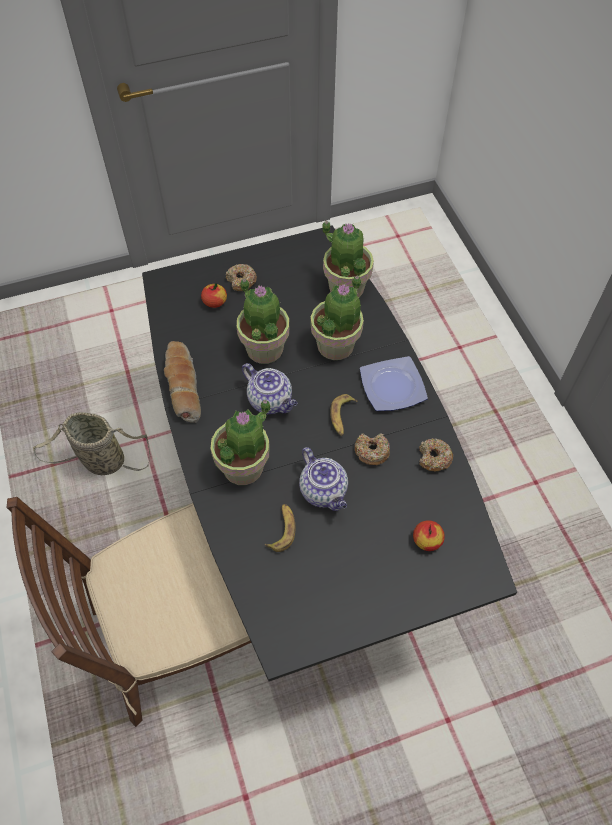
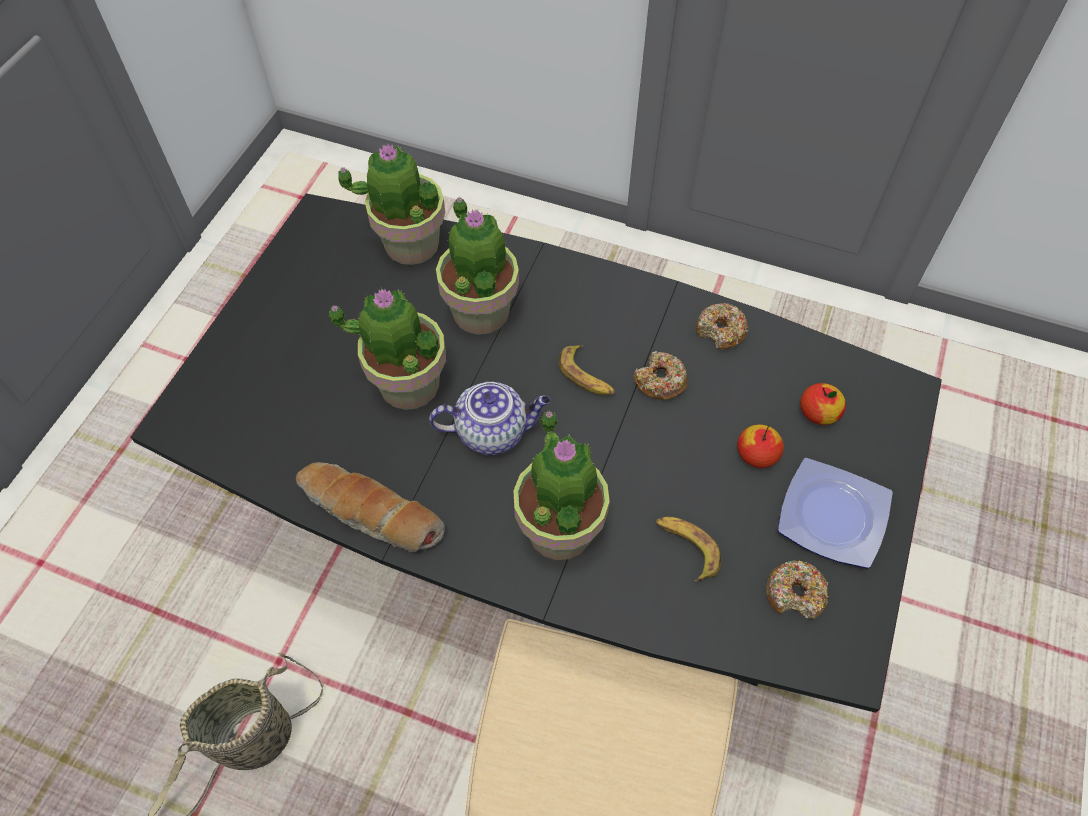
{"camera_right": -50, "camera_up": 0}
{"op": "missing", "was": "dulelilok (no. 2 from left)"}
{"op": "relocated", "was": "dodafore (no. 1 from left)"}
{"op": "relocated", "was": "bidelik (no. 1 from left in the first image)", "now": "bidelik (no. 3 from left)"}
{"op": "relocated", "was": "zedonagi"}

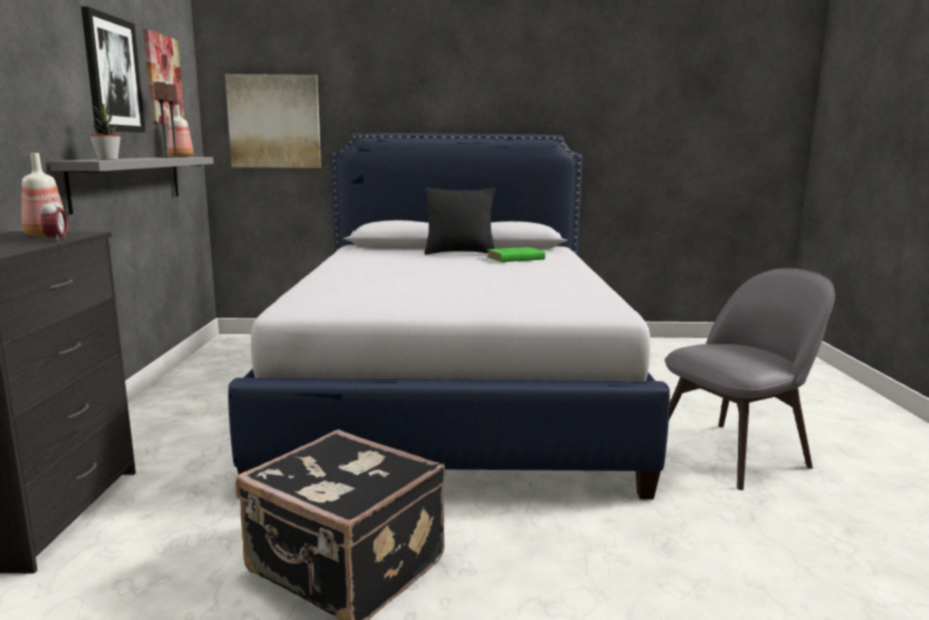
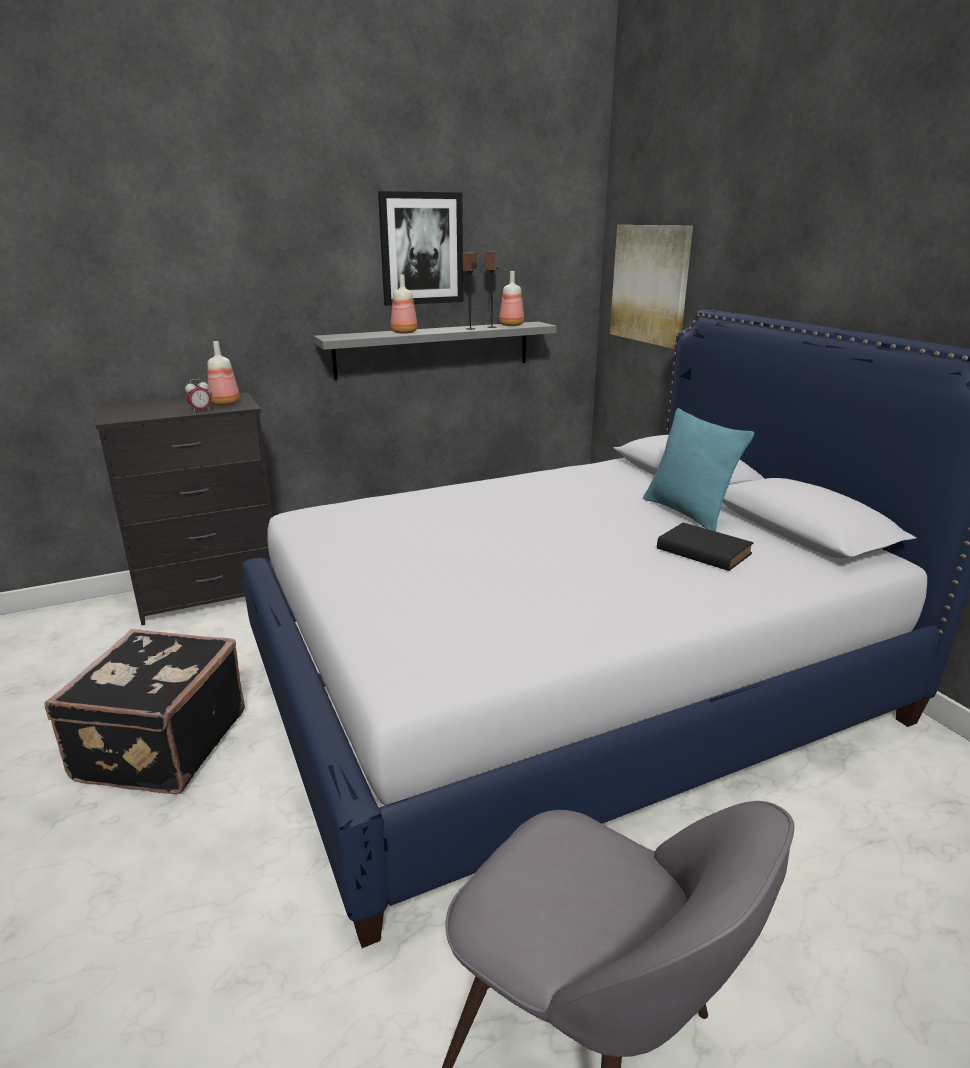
{"camera_right": 65, "camera_up": 10}
{"op": "missing", "was": "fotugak"}
{"op": "missing", "was": "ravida (no. 2 from left)"}
{"op": "appeared", "now": "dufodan (no. 2 from left)"}
{"op": "colour", "was": "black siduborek", "now": "turquoise siduborek"}
{"op": "colour", "was": "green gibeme", "now": "black gibeme"}

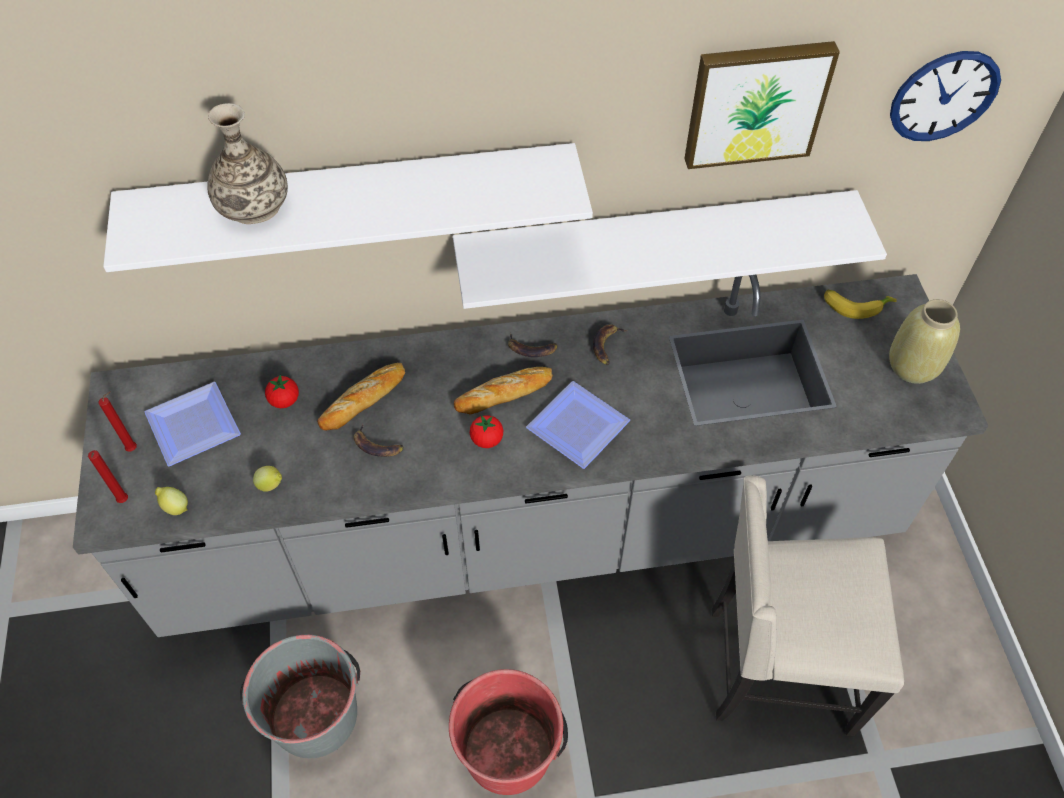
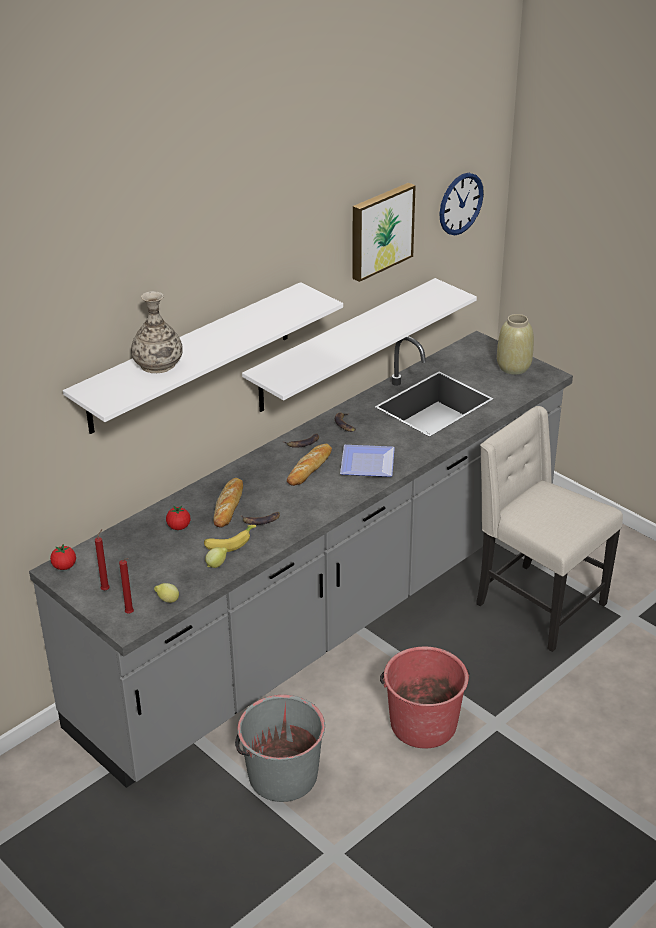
{"camera_right": -35, "camera_up": -20}
{"op": "missing", "was": "zedonagi (no. 1 from left)"}
{"op": "relocated", "was": "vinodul (no. 2 from left in the first image)", "now": "vinodul (no. 1 from left)"}
{"op": "relocated", "was": "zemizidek (no. 4 from left in the first image)", "now": "zemizidek (no. 1 from left)"}
{"op": "spun", "was": "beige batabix", "clockwise": 75}

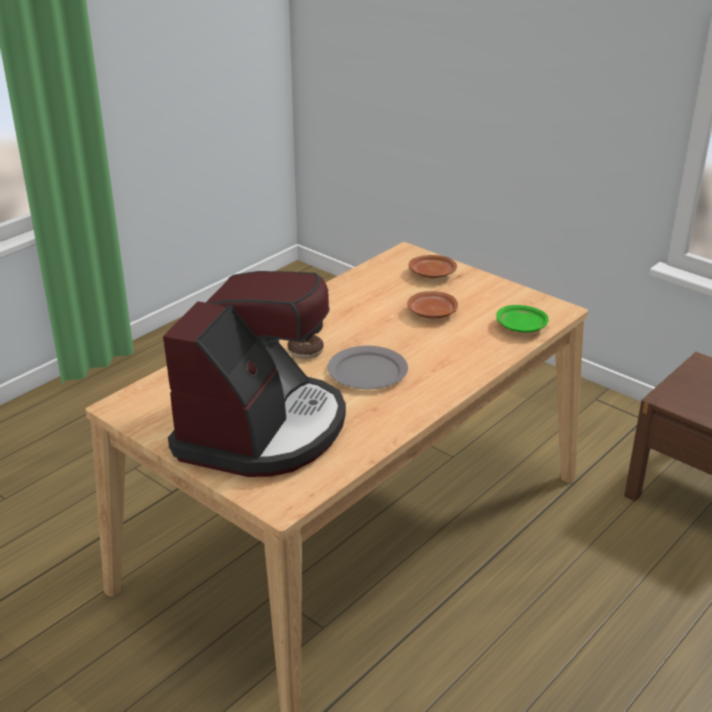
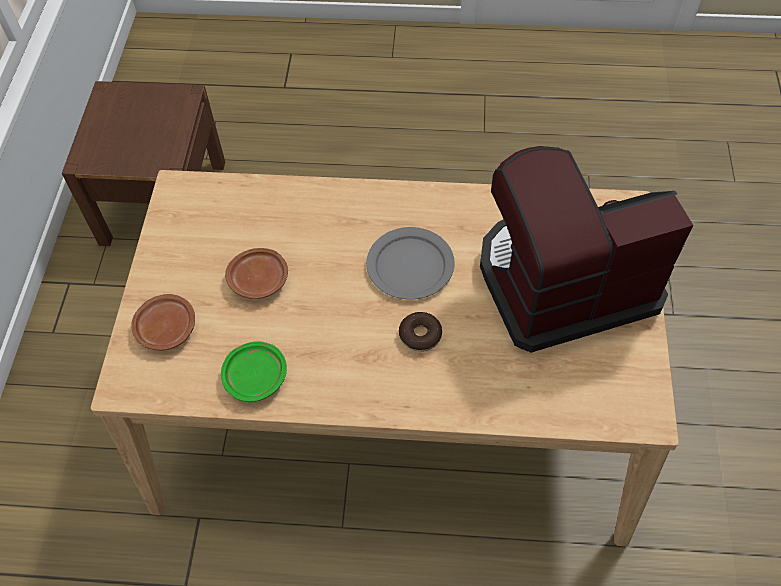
{"camera_right": -125, "camera_up": 25}
{"op": "relocated", "was": "green zedonagi"}

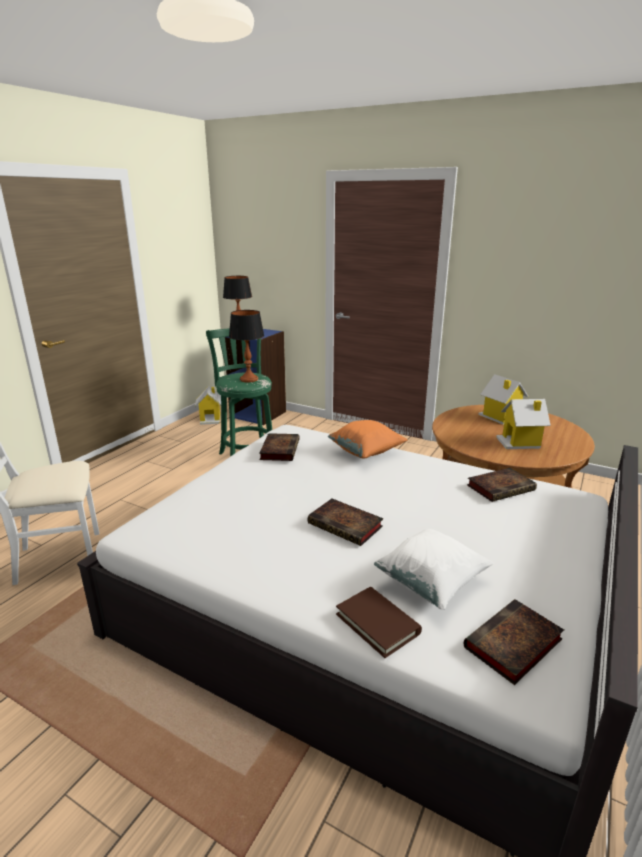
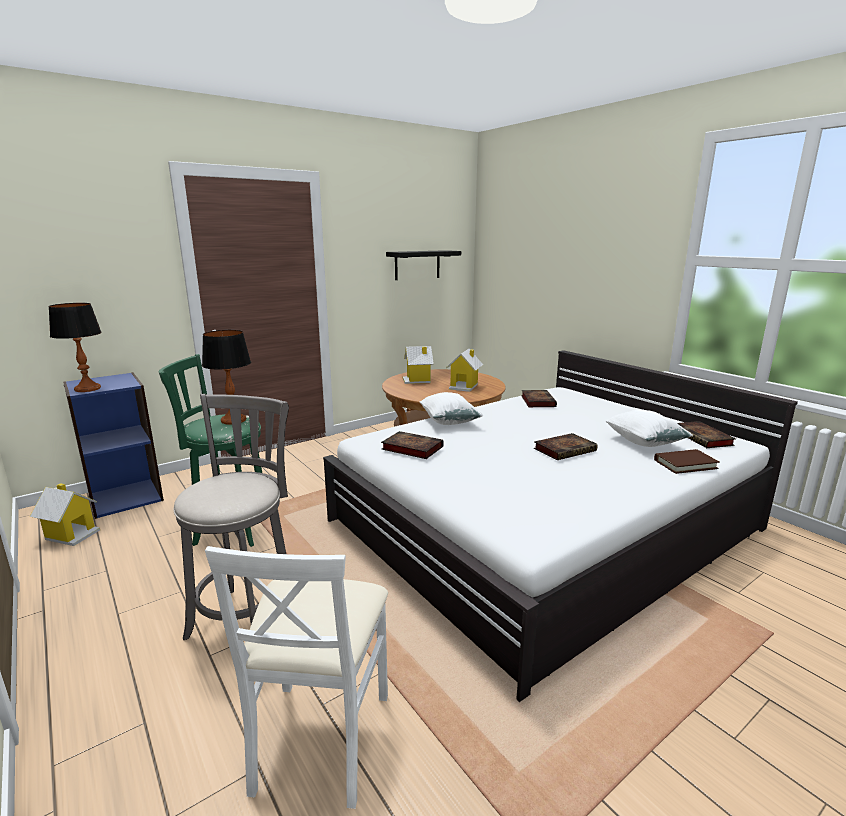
{"camera_right": -65, "camera_up": -5}
{"op": "appeared", "now": "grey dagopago"}
{"op": "appeared", "now": "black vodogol"}
{"op": "colour", "was": "orange siduborek", "now": "white siduborek (no. 1 from left)"}

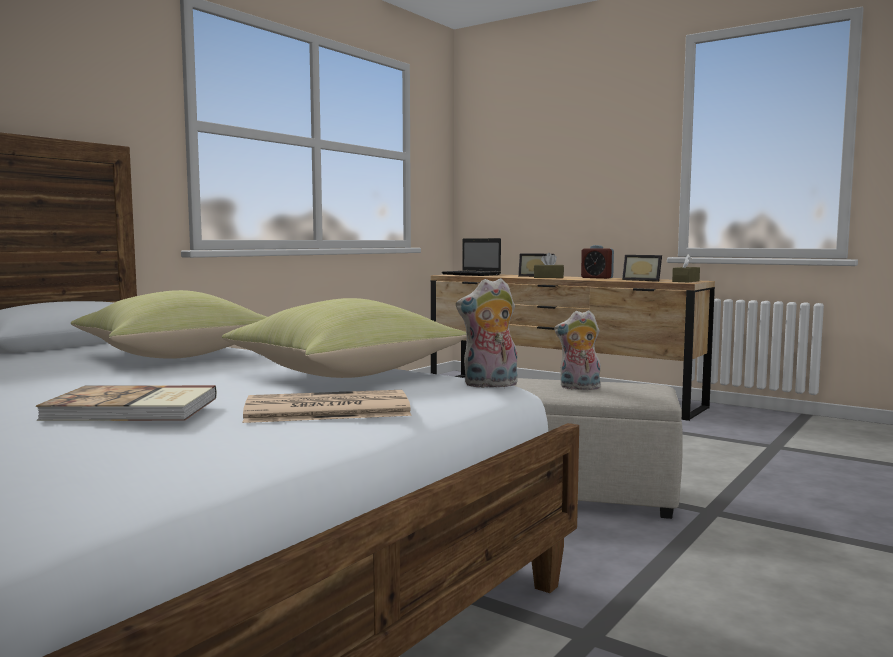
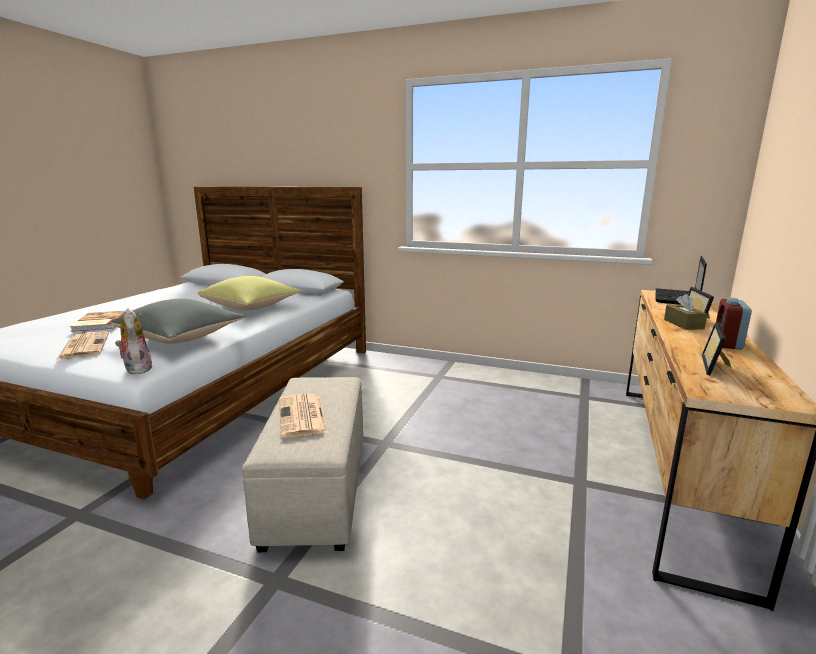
{"camera_right": 75, "camera_up": 10}
{"op": "missing", "was": "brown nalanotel (no. 2 from left)"}
{"op": "exchanged", "was": "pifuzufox (no. 2 from left)", "now": "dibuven (no. 2 from left)"}
{"op": "colour", "was": "yellow siduborek (no. 2 from left)", "now": "grey siduborek"}

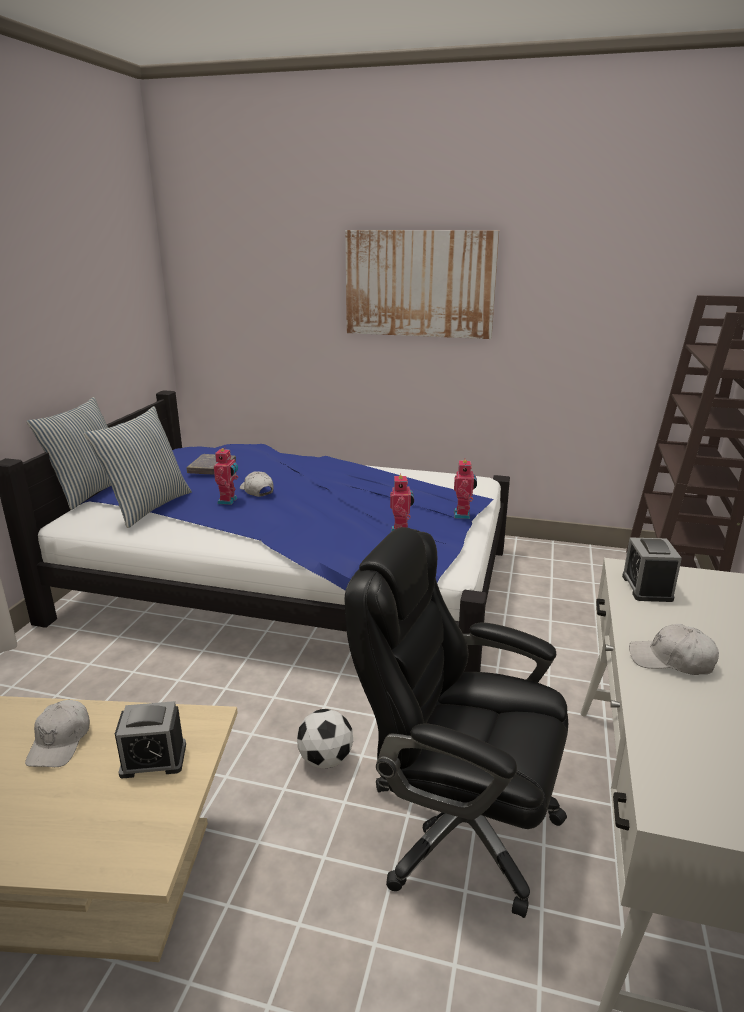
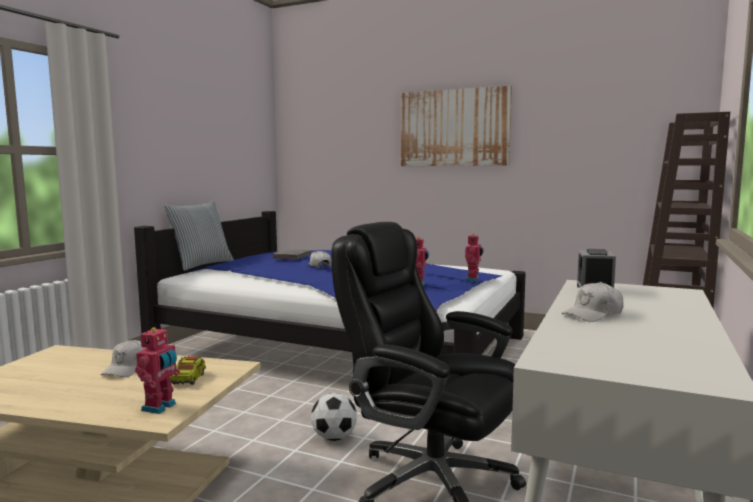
{"camera_right": 10, "camera_up": -15}
{"op": "missing", "was": "siduborek (no. 2 from left)"}
{"op": "relocated", "was": "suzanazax (no. 1 from left)"}
{"op": "exchanged", "was": "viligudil (no. 1 from left)", "now": "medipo"}
{"op": "spun", "was": "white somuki (no. 3 from left)", "clockwise": -60}

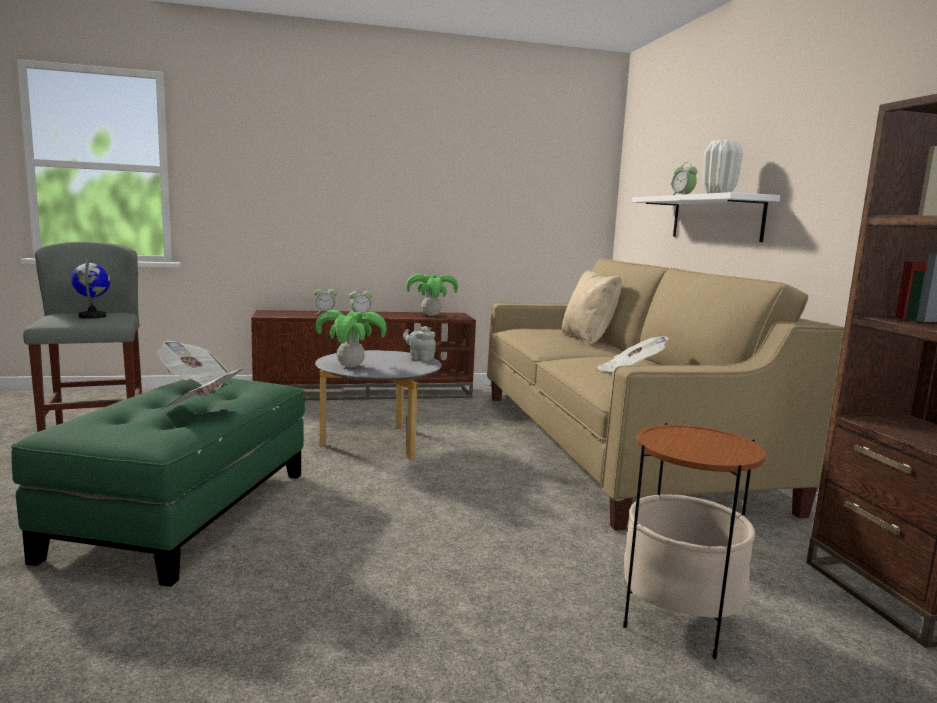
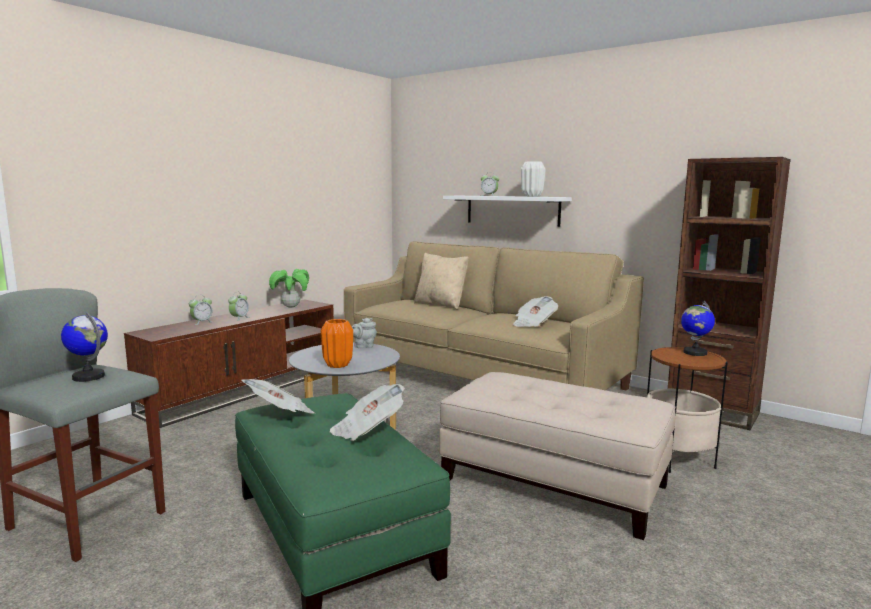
{"camera_right": -40, "camera_up": 0}
{"op": "appeared", "now": "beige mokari"}
{"op": "appeared", "now": "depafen (no. 2 from left)"}
{"op": "exchanged", "was": "fotugak (no. 1 from left)", "now": "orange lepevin"}

